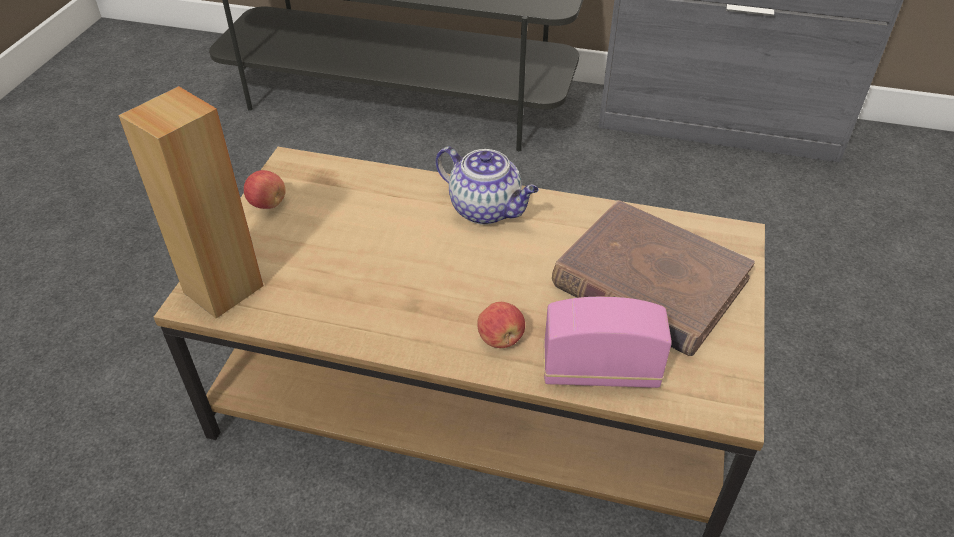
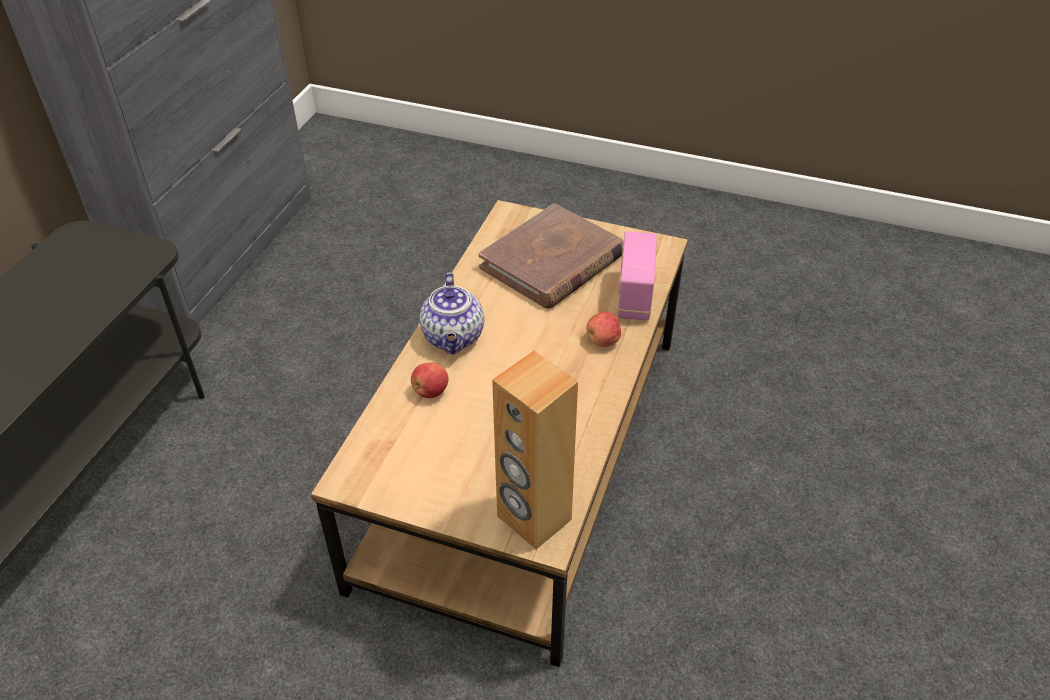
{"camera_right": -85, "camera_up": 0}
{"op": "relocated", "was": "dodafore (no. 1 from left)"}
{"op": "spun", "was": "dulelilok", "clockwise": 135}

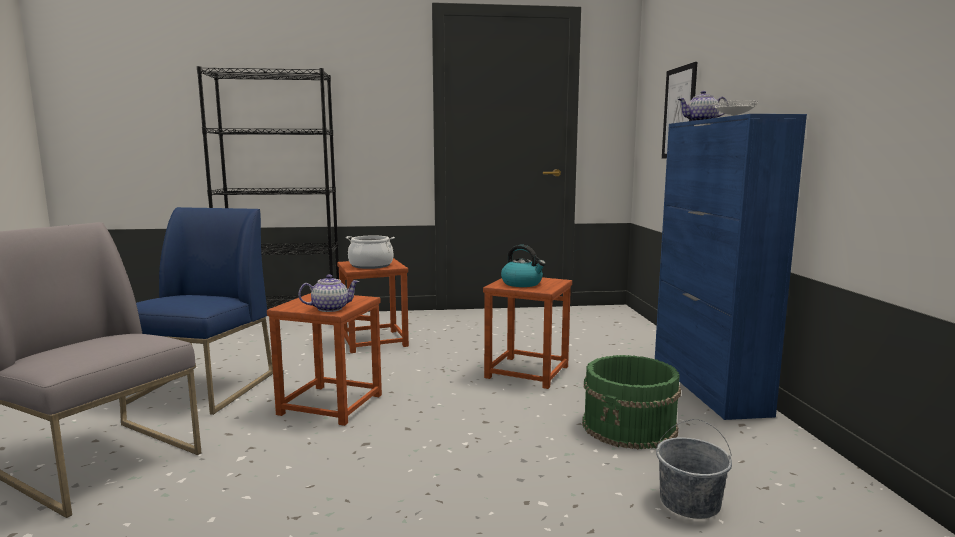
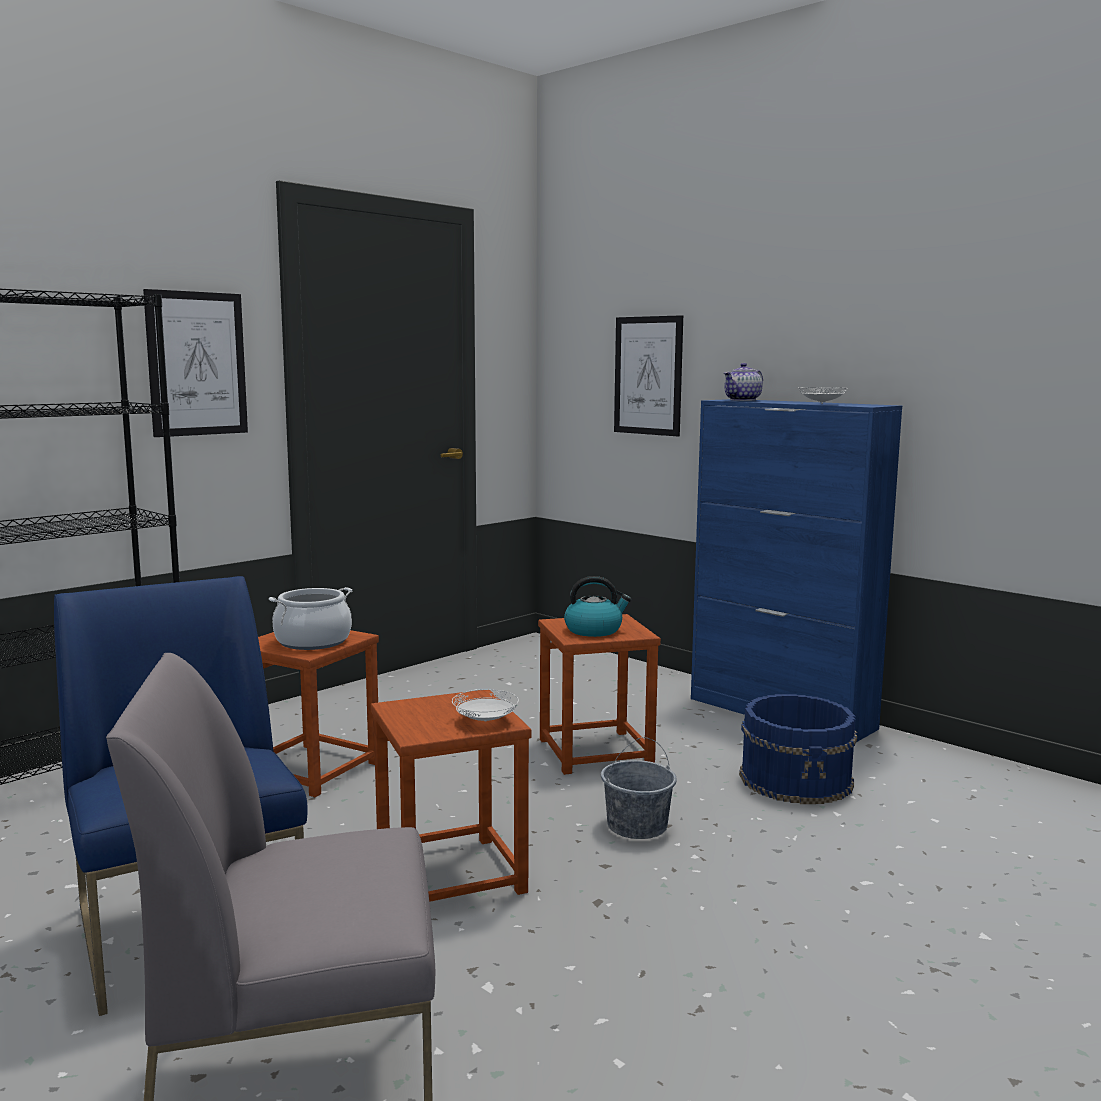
{"camera_right": -40, "camera_up": 0}
{"op": "appeared", "now": "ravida (no. 1 from left)"}
{"op": "relocated", "was": "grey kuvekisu"}
{"op": "exchanged", "was": "dulelilok (no. 1 from left)", "now": "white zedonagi (no. 1 from left)"}
{"op": "colour", "was": "green kuvekisu", "now": "blue kuvekisu"}

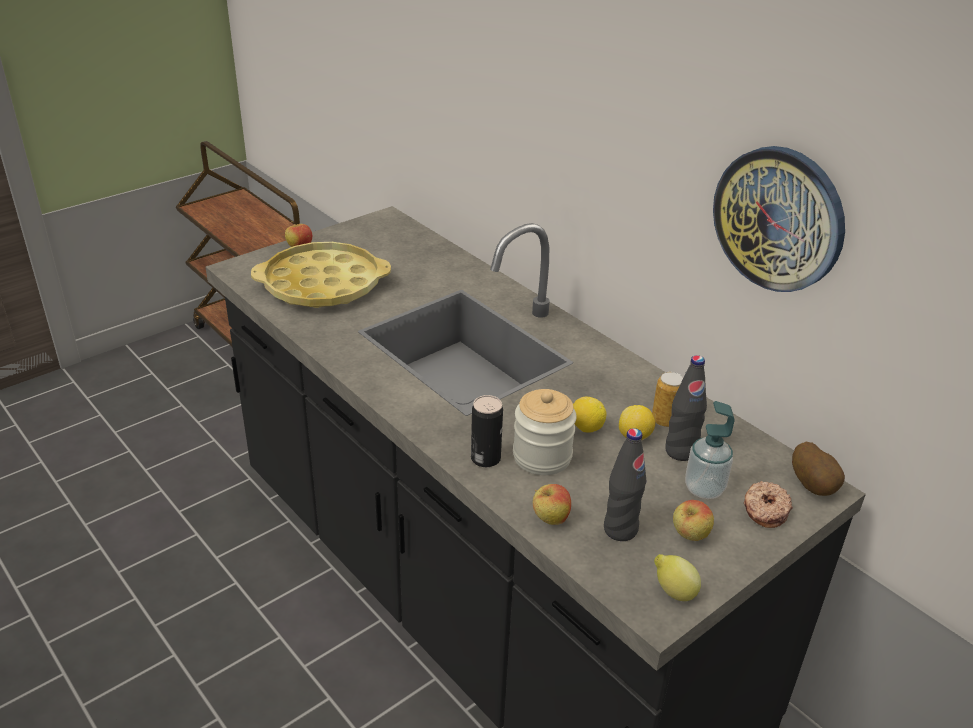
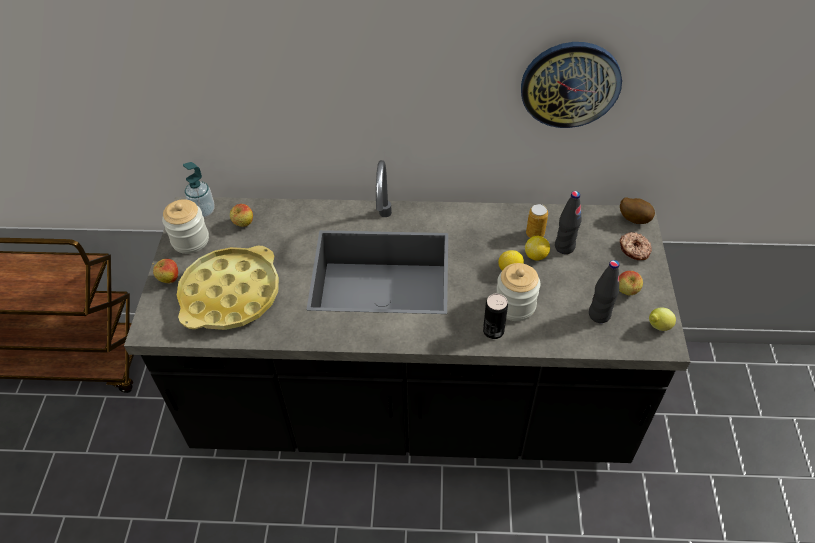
{"camera_right": -45, "camera_up": 15}
{"op": "appeared", "now": "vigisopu (no. 1 from left)"}
{"op": "relocated", "was": "dodafore (no. 2 from left)"}
{"op": "relocated", "was": "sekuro"}

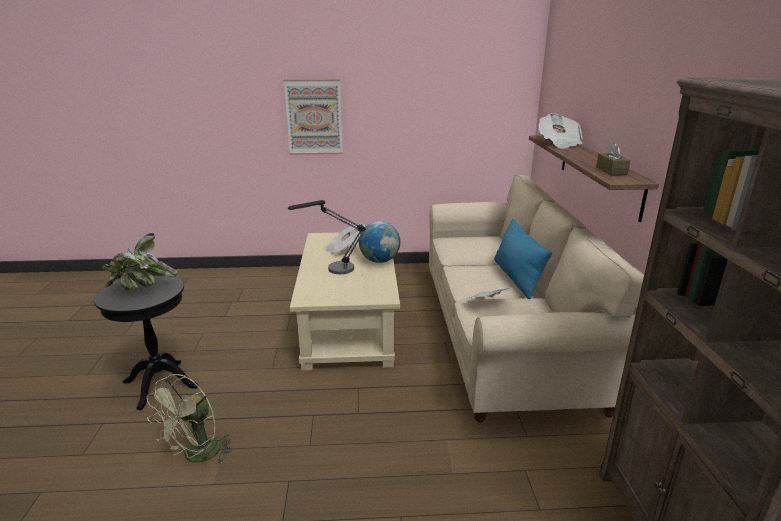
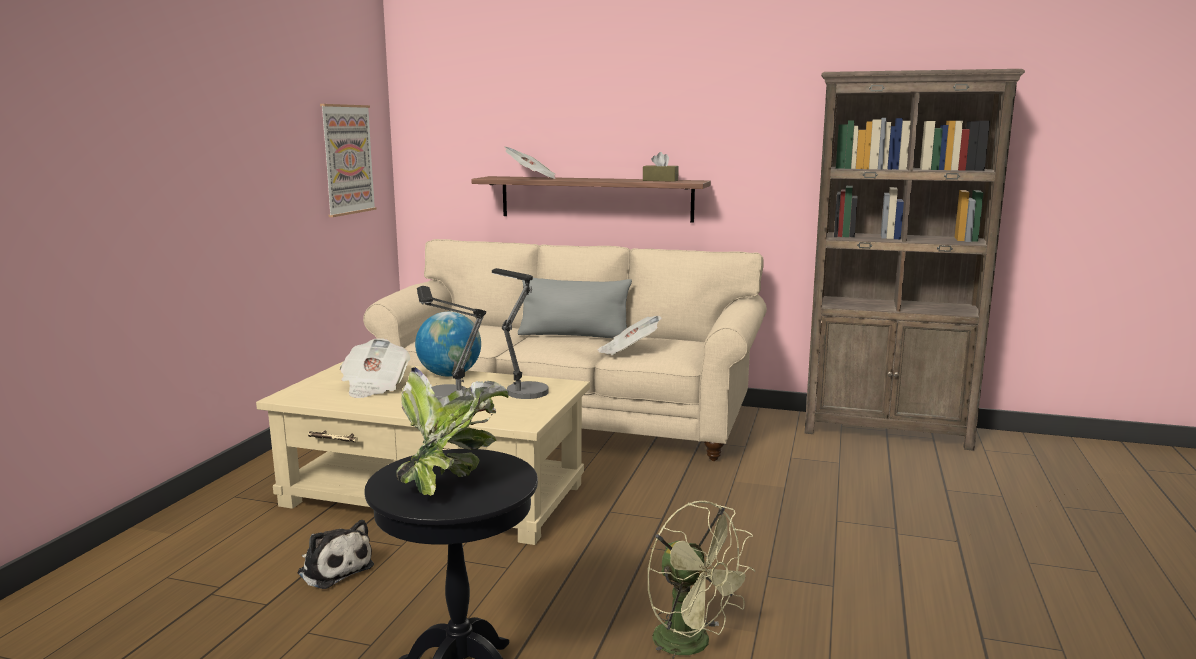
{"camera_right": -70, "camera_up": -10}
{"op": "appeared", "now": "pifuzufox"}
{"op": "appeared", "now": "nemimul (no. 2 from left)"}
{"op": "relocated", "was": "ravida"}
{"op": "colour", "was": "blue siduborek", "now": "grey siduborek"}

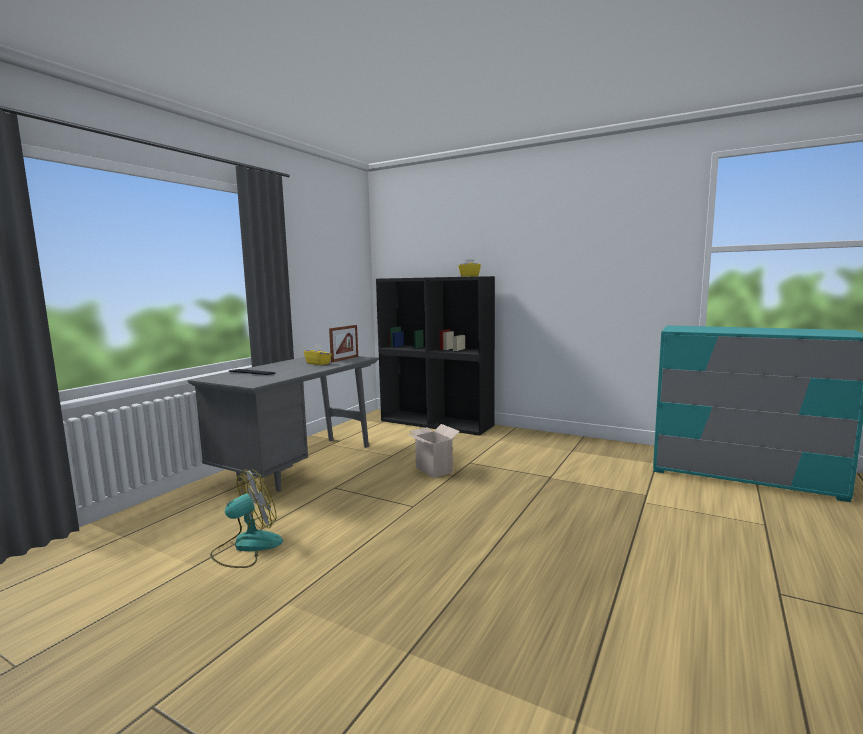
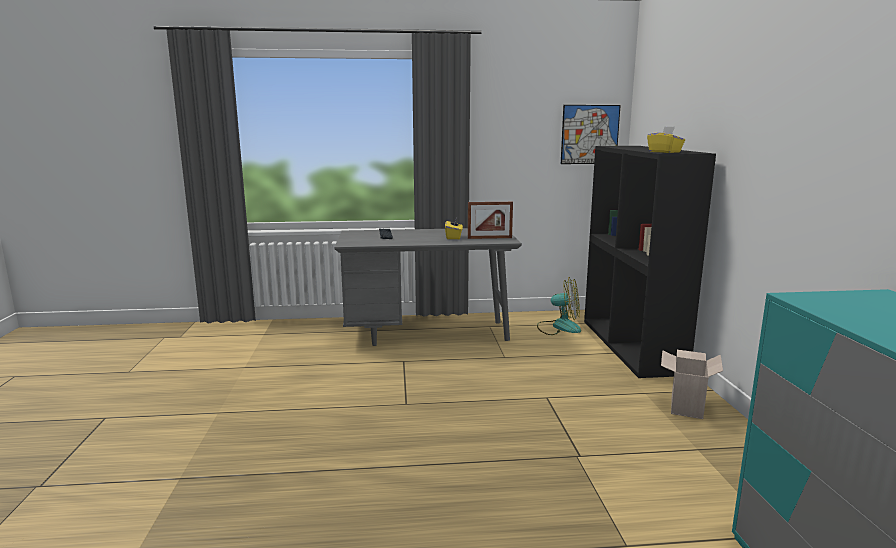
{"camera_right": 55, "camera_up": 5}
{"op": "appeared", "now": "ravida"}
{"op": "relocated", "was": "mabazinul"}
{"op": "relocated", "was": "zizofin"}

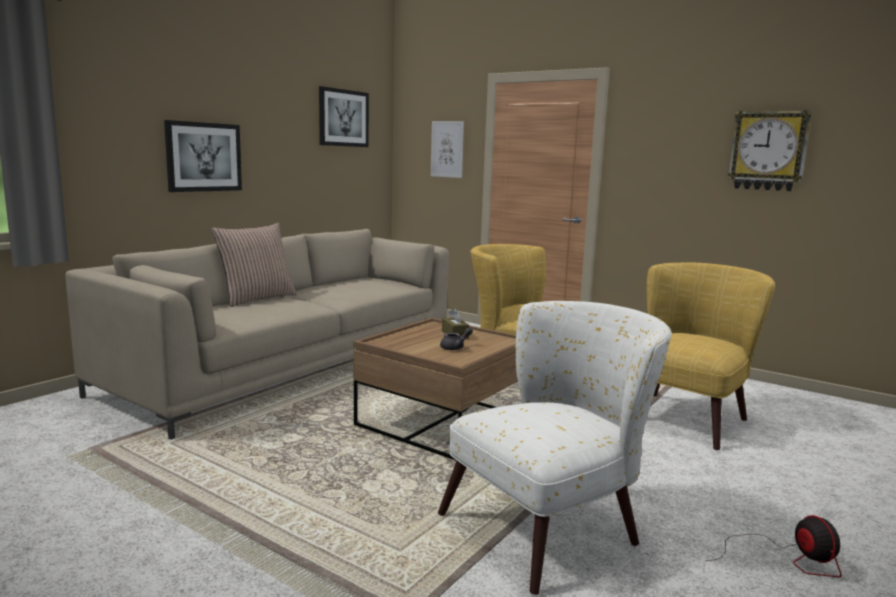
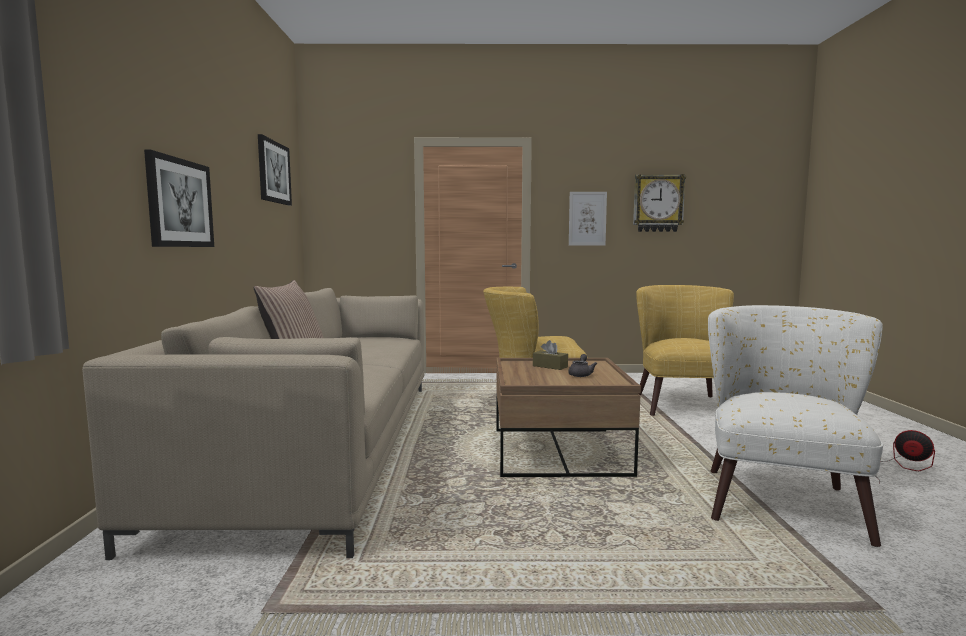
{"camera_right": -35, "camera_up": -5}
{"op": "relocated", "was": "ravida (no. 3 from left)"}

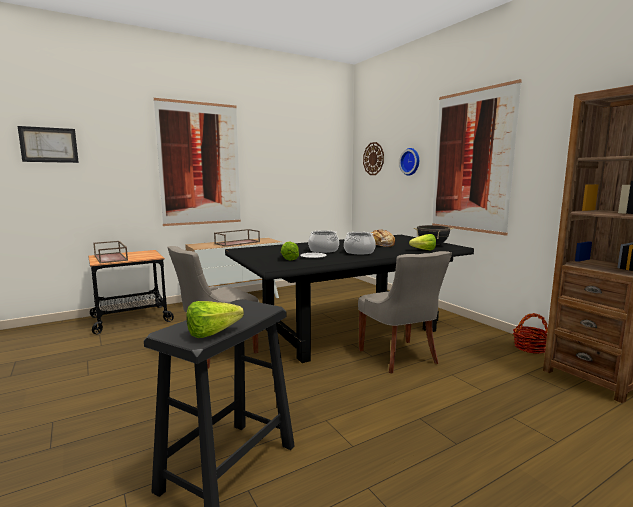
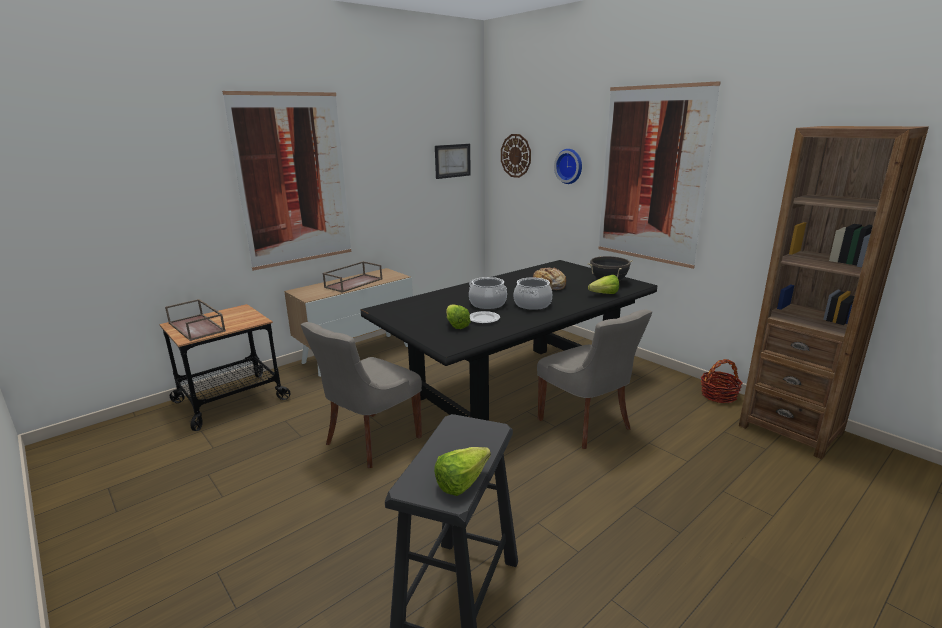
{"camera_right": -10, "camera_up": 10}
{"op": "relocated", "was": "ravida (no. 1 from left in the first image)", "now": "ravida (no. 2 from left)"}

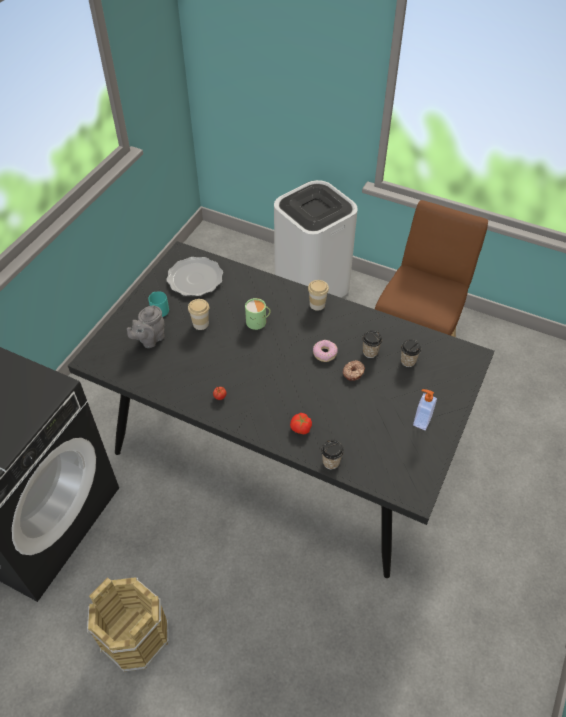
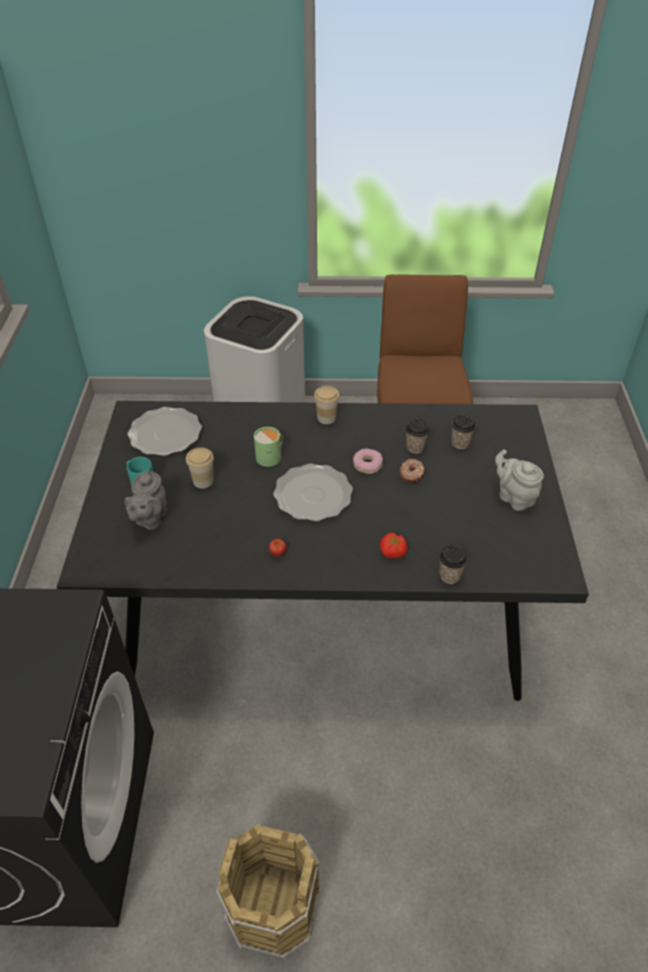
{"camera_right": -25, "camera_up": -5}
{"op": "appeared", "now": "zedonagi (no. 2 from left)"}
{"op": "exchanged", "was": "sekuro", "now": "grey dulelilok (no. 2 from left)"}

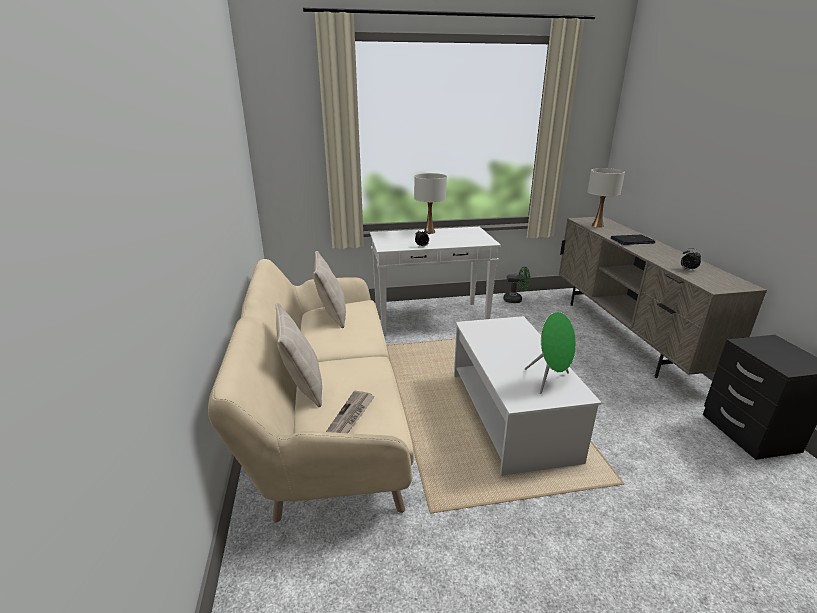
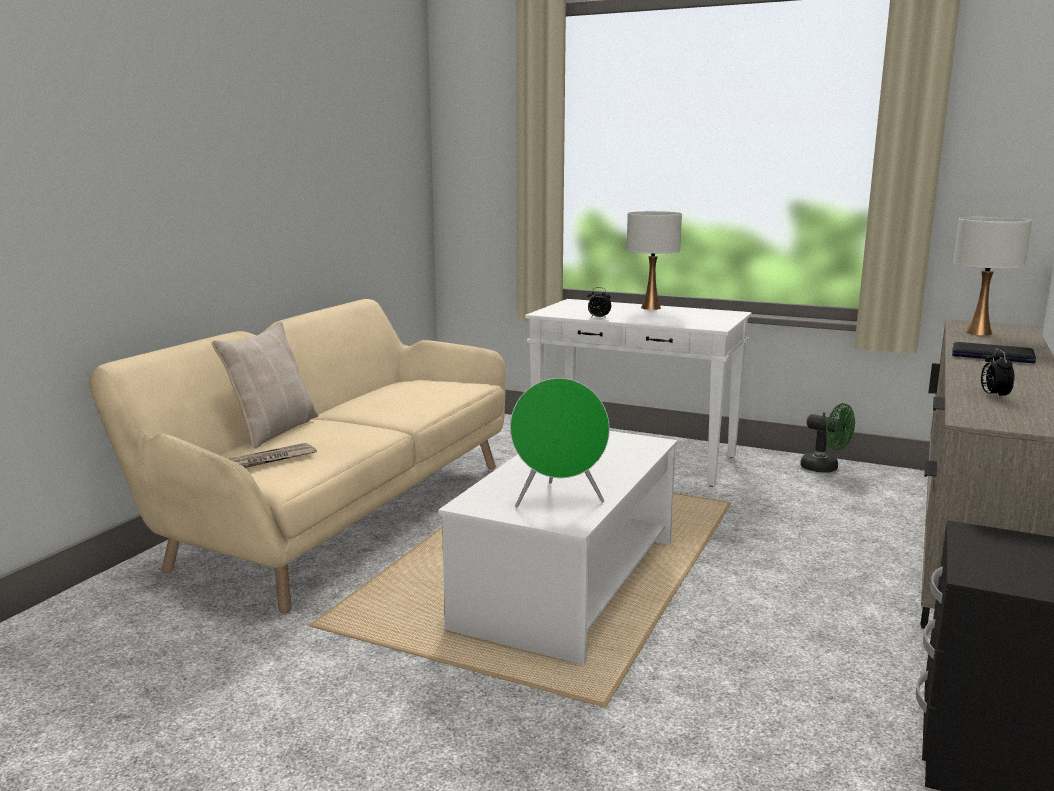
{"camera_right": 35, "camera_up": -10}
{"op": "missing", "was": "beige siduborek (no. 2 from left)"}

